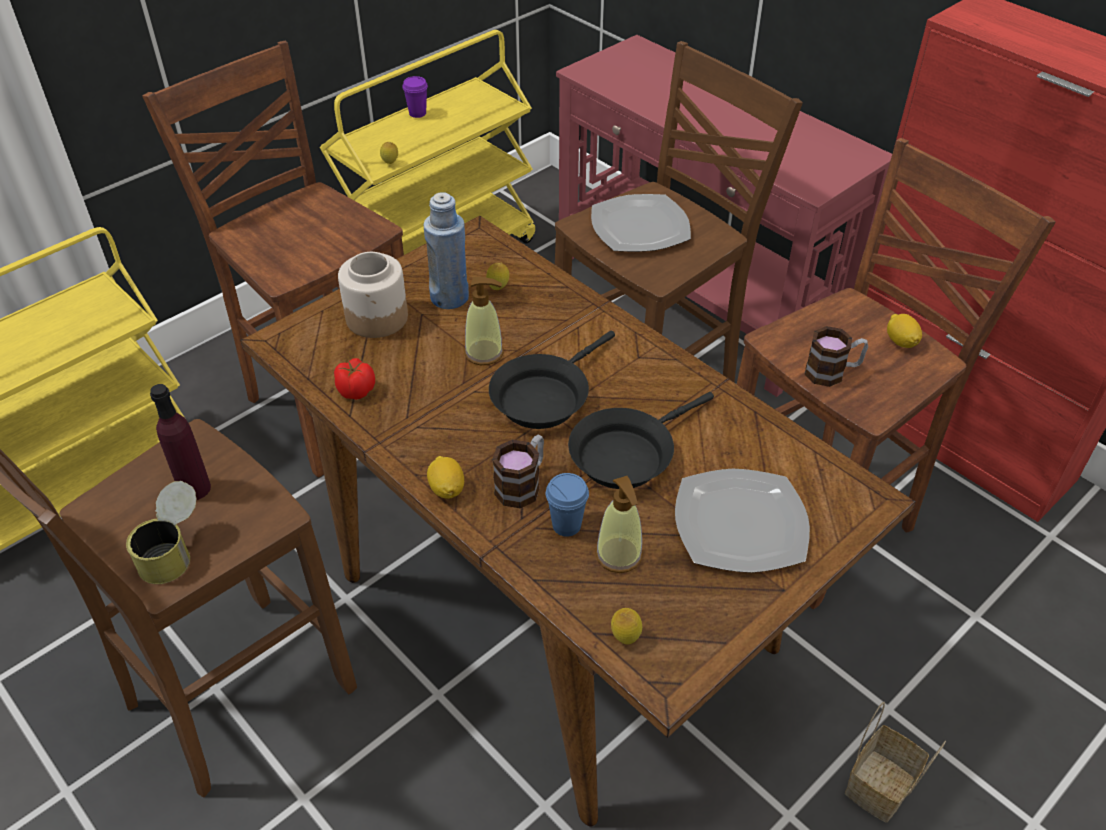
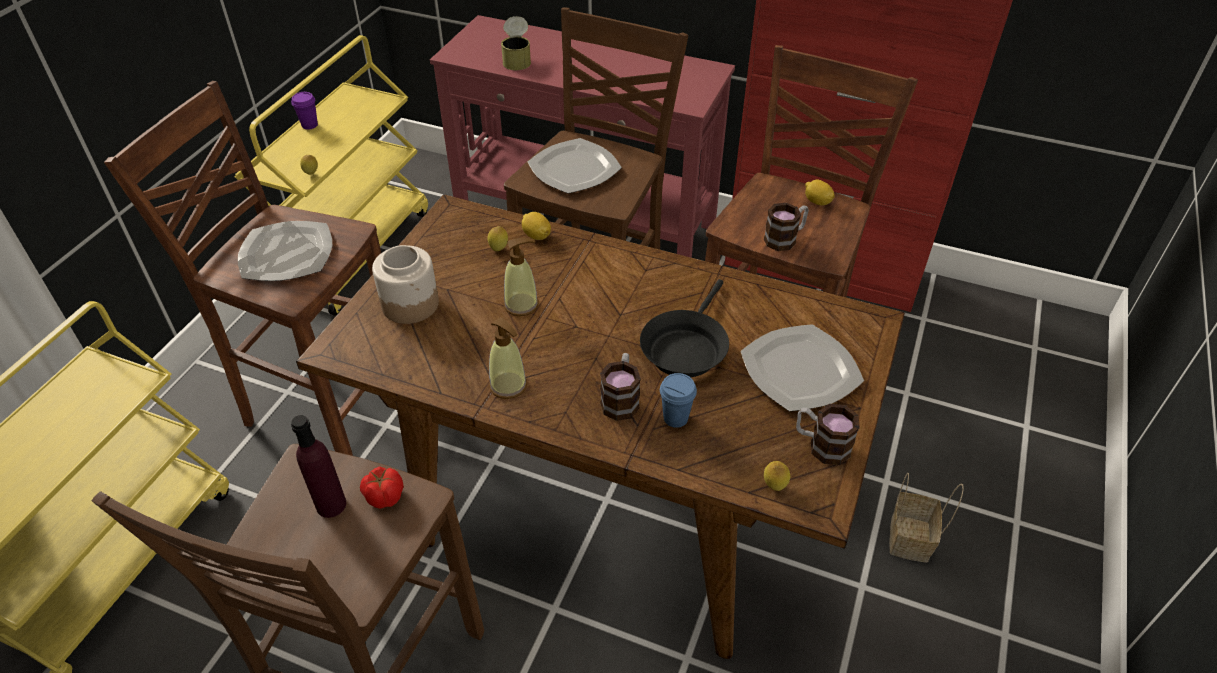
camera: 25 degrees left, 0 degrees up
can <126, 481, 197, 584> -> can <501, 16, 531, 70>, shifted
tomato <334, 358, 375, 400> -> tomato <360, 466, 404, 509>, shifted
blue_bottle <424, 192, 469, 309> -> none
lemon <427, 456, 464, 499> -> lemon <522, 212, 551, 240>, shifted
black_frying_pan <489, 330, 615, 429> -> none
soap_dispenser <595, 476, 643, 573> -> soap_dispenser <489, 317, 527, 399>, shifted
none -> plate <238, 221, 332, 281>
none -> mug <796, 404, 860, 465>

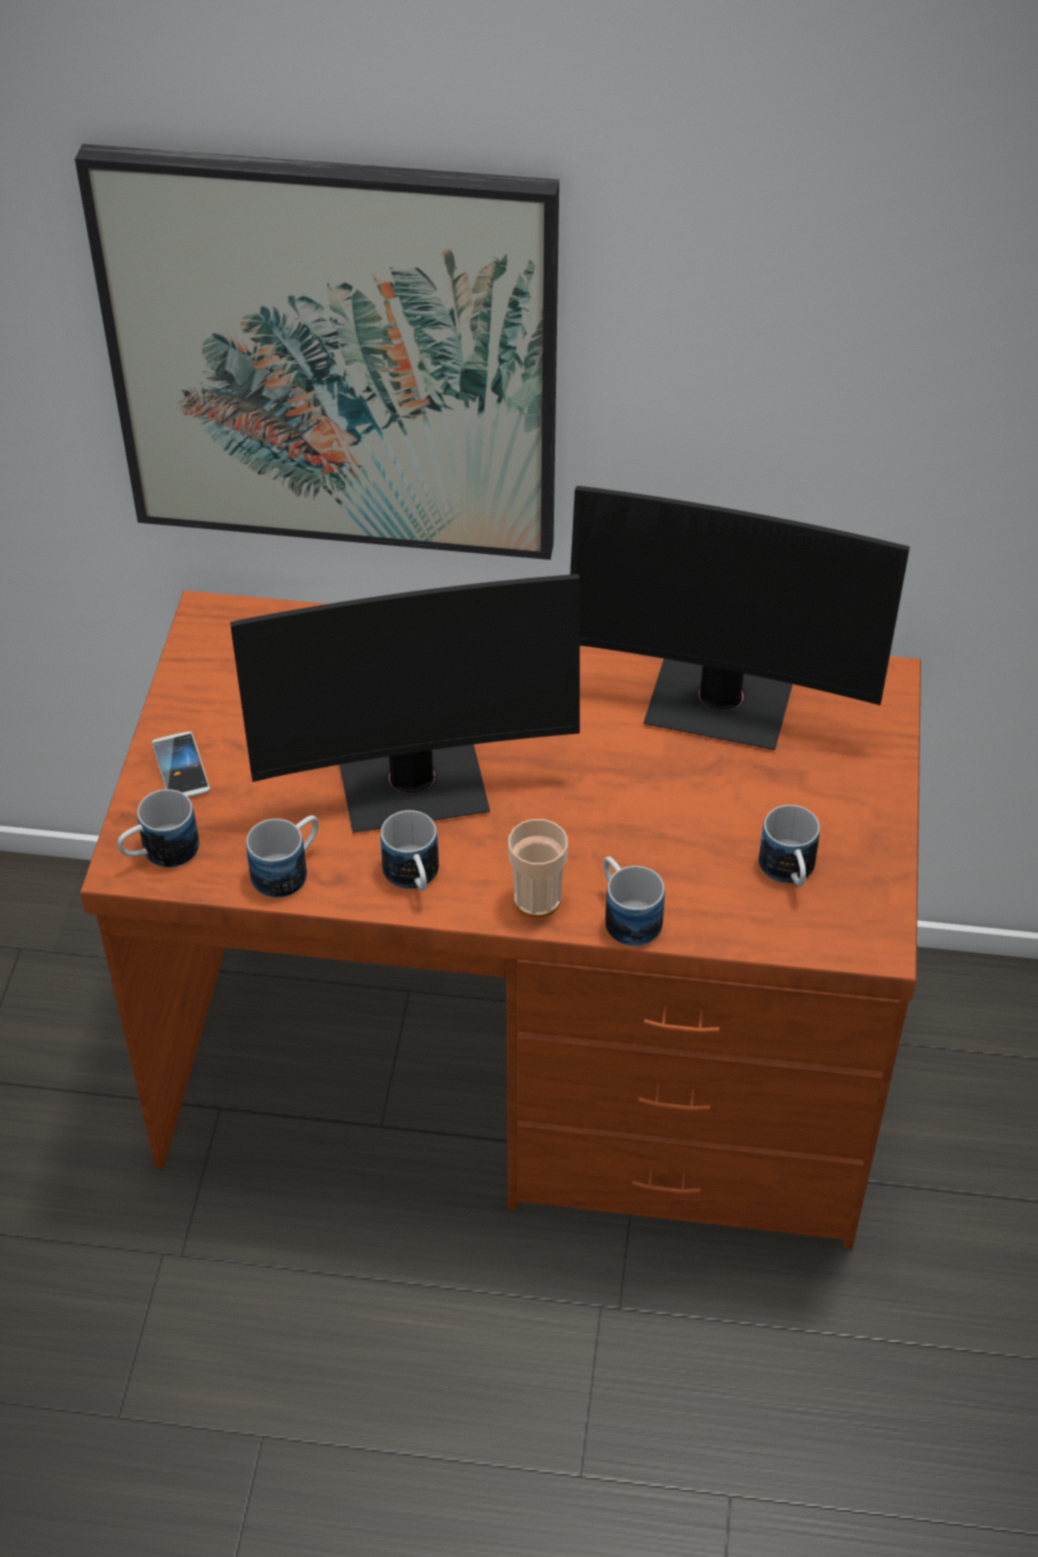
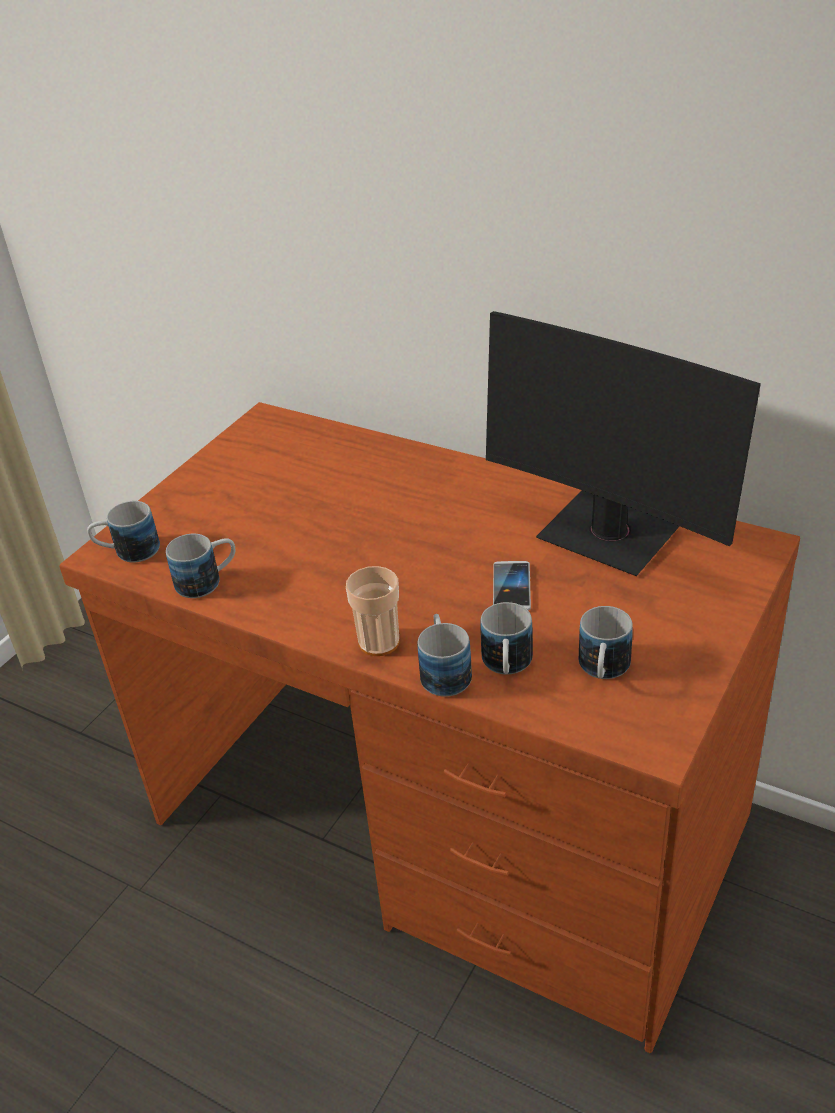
camera: 25 degrees right, 10 degrees down
picture <75, 144, 559, 560> -> none
phone <152, 731, 210, 797> -> phone <493, 561, 531, 610>, shifted
monitor <230, 574, 580, 833> -> none
mug <380, 810, 439, 891> -> mug <480, 602, 533, 675>, shifted

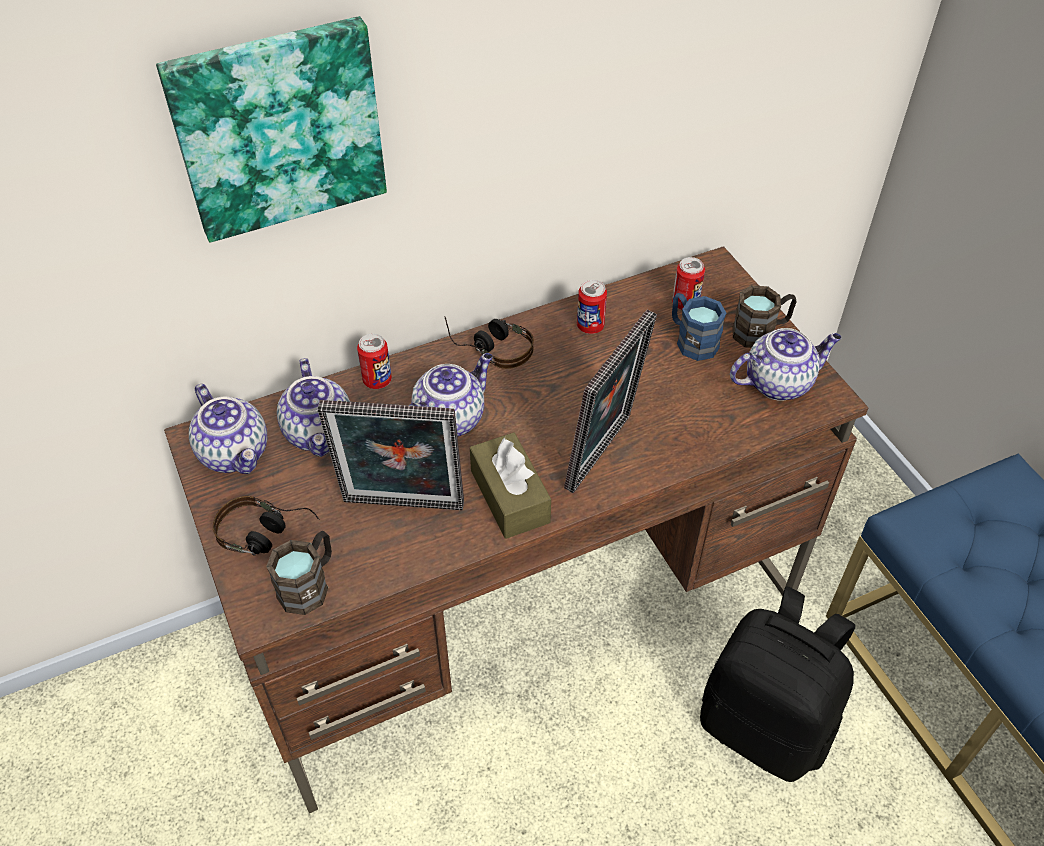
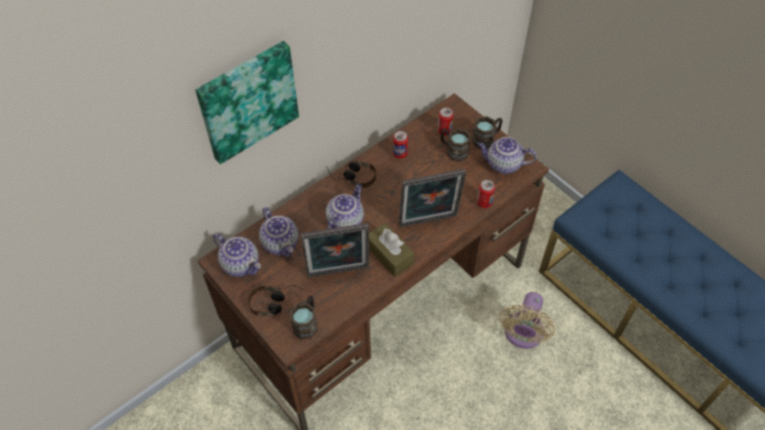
camera: 15 degrees left, 5 degrees up
can <357, 334, 392, 389> -> can <477, 180, 495, 208>, shifted
picture_frame <564, 309, 657, 493> -> picture_frame <399, 169, 466, 227>, 60 degrees clockwise
blue_mug <672, 293, 727, 361> -> brown_mug <441, 128, 471, 162>
black_backpack <700, 586, 856, 782> -> beige_fan <499, 292, 555, 349>
teapot <730, 328, 841, 401> -> teapot <477, 137, 537, 174>, 135 degrees counterclockwise

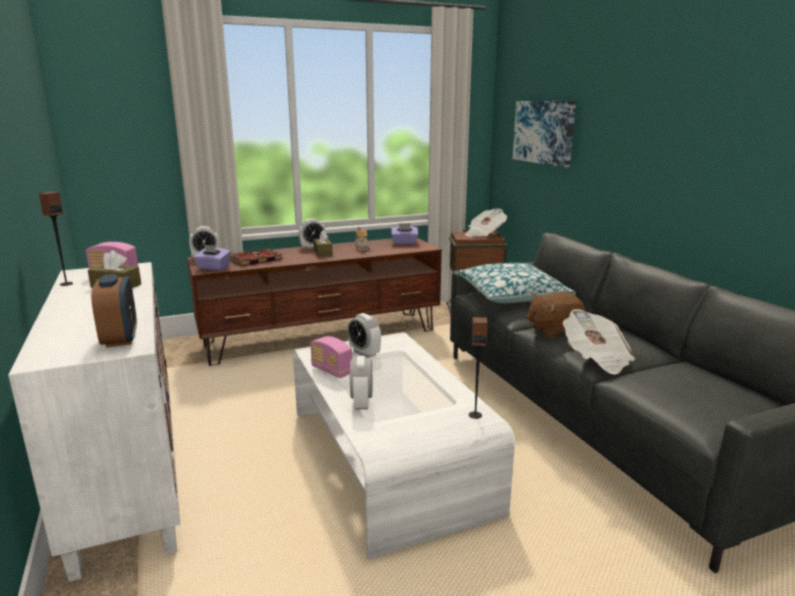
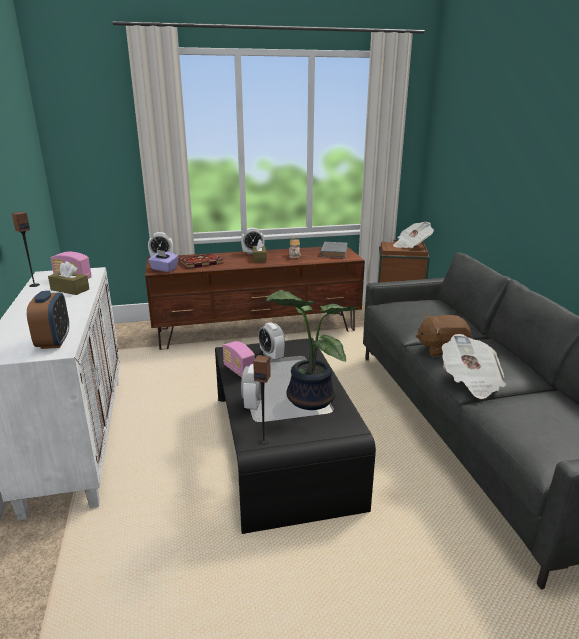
camera: 10 degrees right, 5 degrees up
white_coffee_table <293, 332, 515, 559> -> black_coffee_table <215, 338, 376, 534>
purple_tissue_box <391, 223, 418, 245> -> grey_book <320, 242, 348, 258>
pillow <457, 263, 576, 303> -> none
speaker <469, 317, 488, 419> -> speaker <253, 355, 271, 444>, shifted
picture <513, 101, 576, 167> -> none
none -> potted_plant <266, 290, 359, 410>

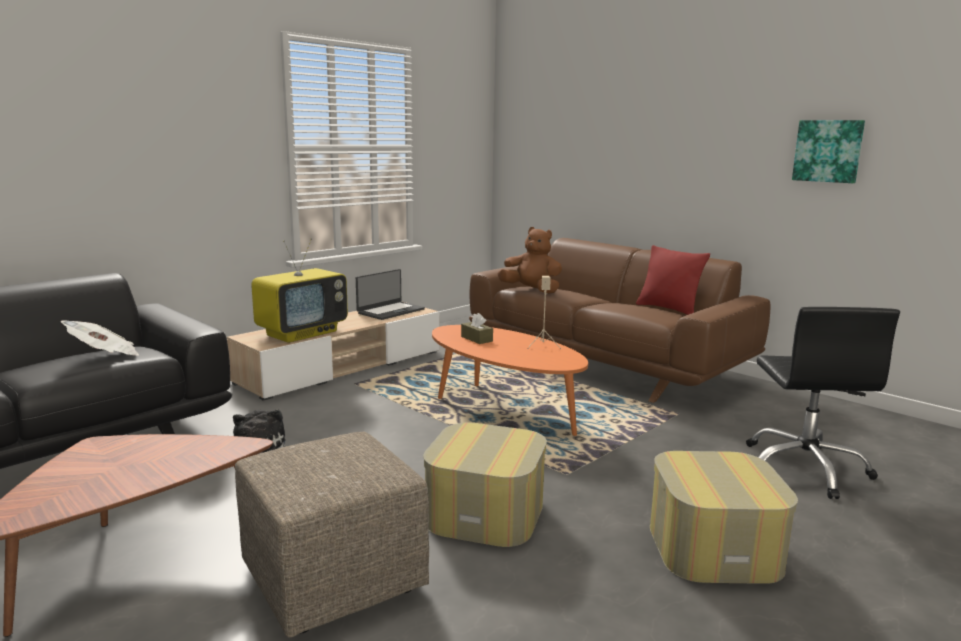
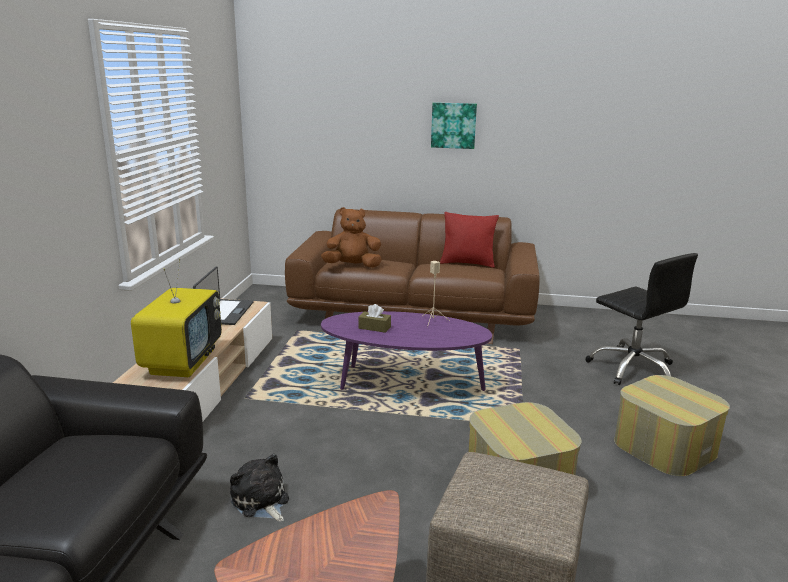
camera: 35 degrees left, 5 degrees up
newspaper <61, 320, 139, 356> -> none
orange_coffee_table <432, 325, 588, 436> -> purple_coffee_table <321, 311, 492, 391>
picture <792, 120, 865, 183> -> picture <431, 102, 477, 149>, shifted

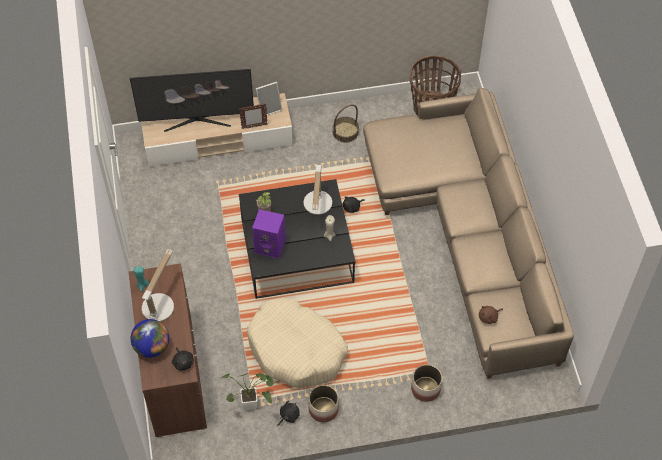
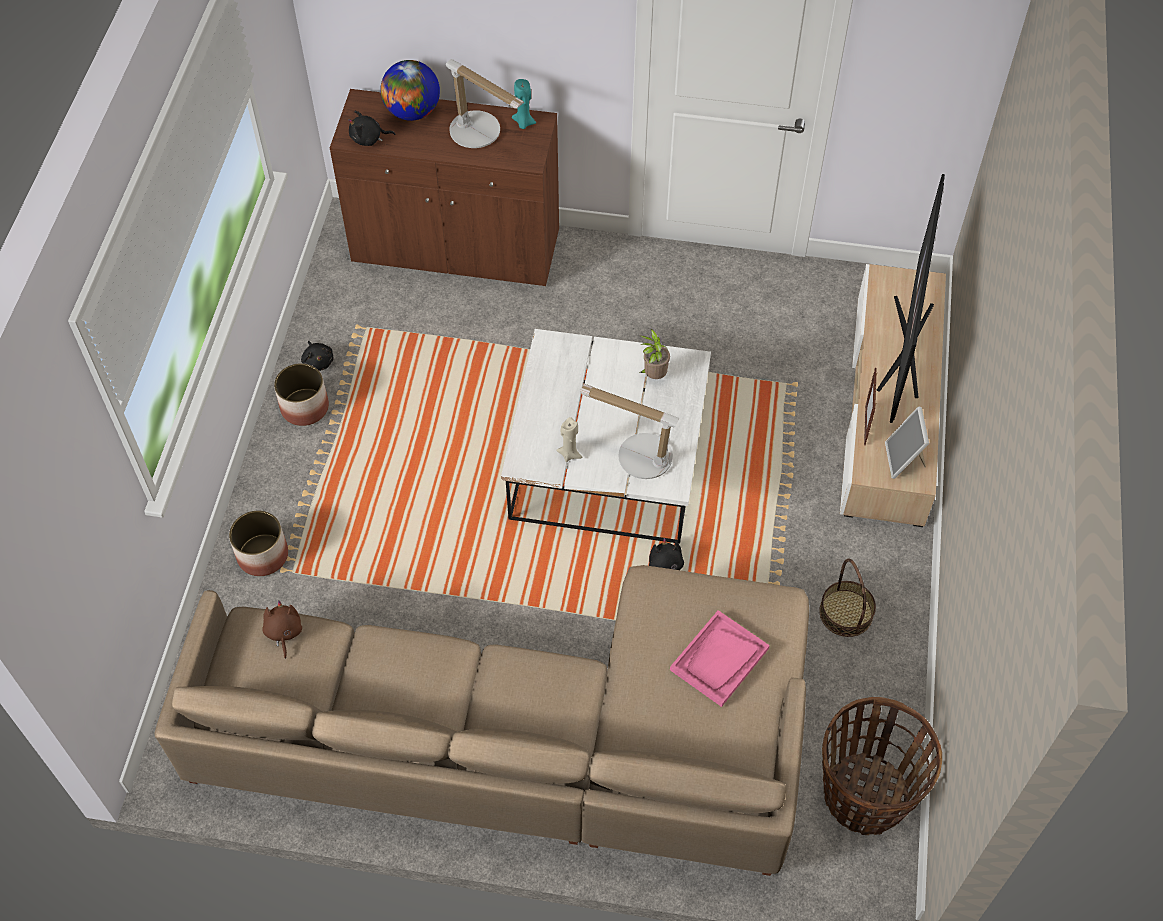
camera: 110 degrees right, 0 degrees up
potted_plant <222, 373, 274, 410> -> none
black_coffee_table <239, 179, 355, 299> -> white_coffee_table <501, 329, 711, 544>
beige_dog_bed <247, 298, 348, 388> -> none
purple_speaker <252, 209, 286, 259> -> none
none -> pink_tray <670, 610, 770, 707>

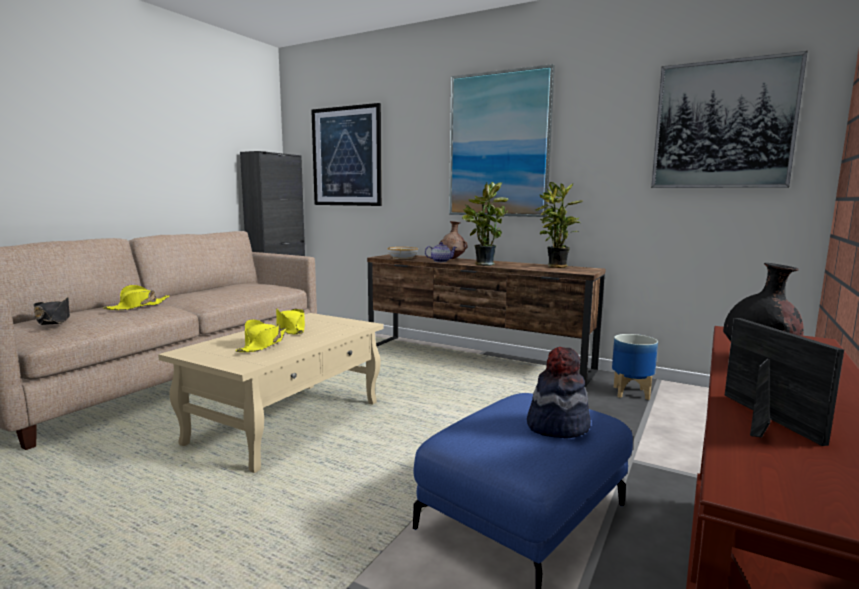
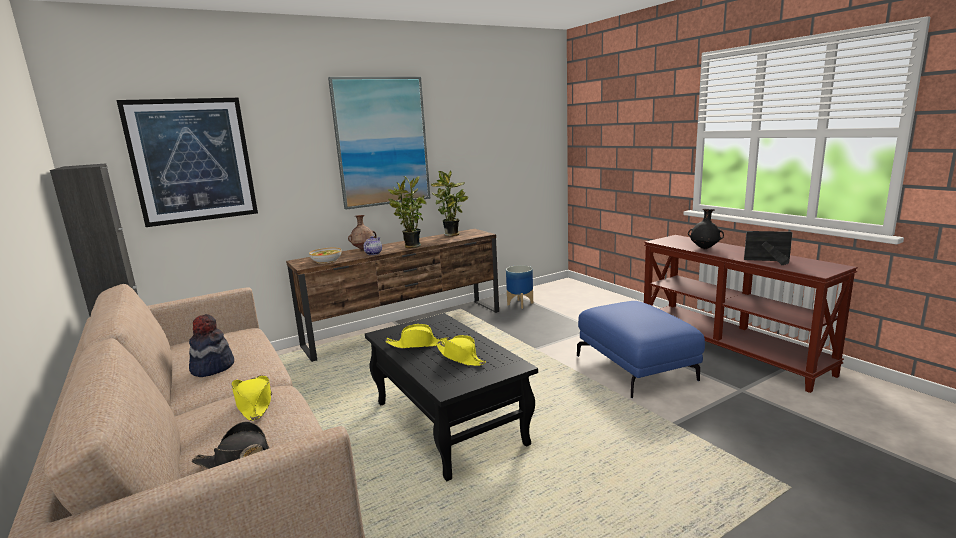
camera: 60 degrees left, 5 degrees up
beige_coffee_table <158, 313, 384, 473> -> black_coffee_table <365, 313, 538, 481>
hat <527, 347, 591, 439> -> hat <189, 314, 234, 377>, shifted
picture <651, 51, 808, 188> -> none

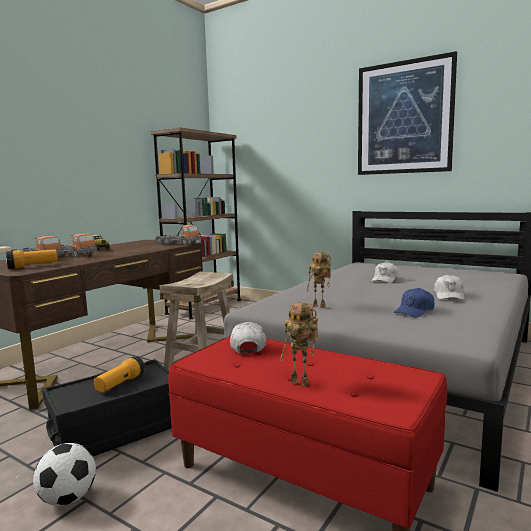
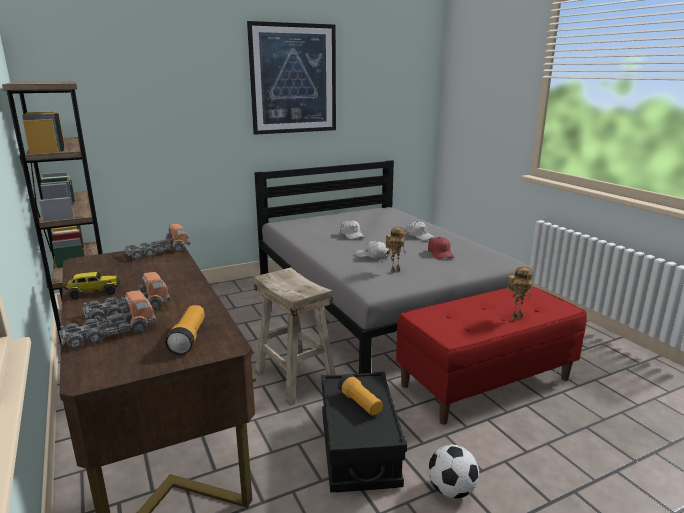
camera: 60 degrees left, 10 degrees up
white_cap <230, 322, 266, 353> -> white_cap <356, 241, 389, 259>, shifted
blue_cap <394, 288, 435, 318> -> red_cap <428, 237, 454, 259>

